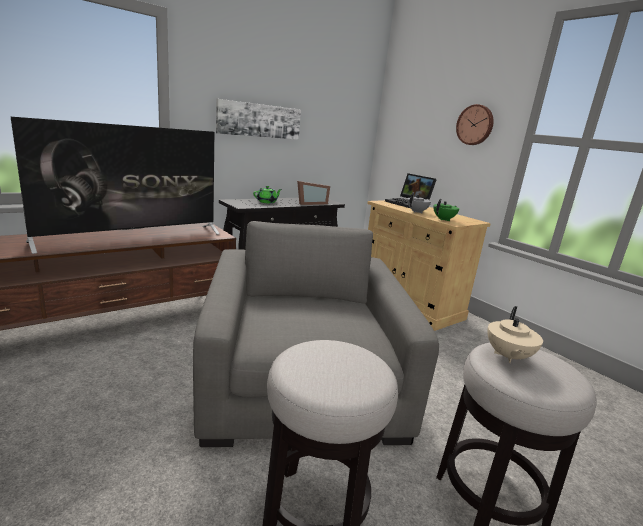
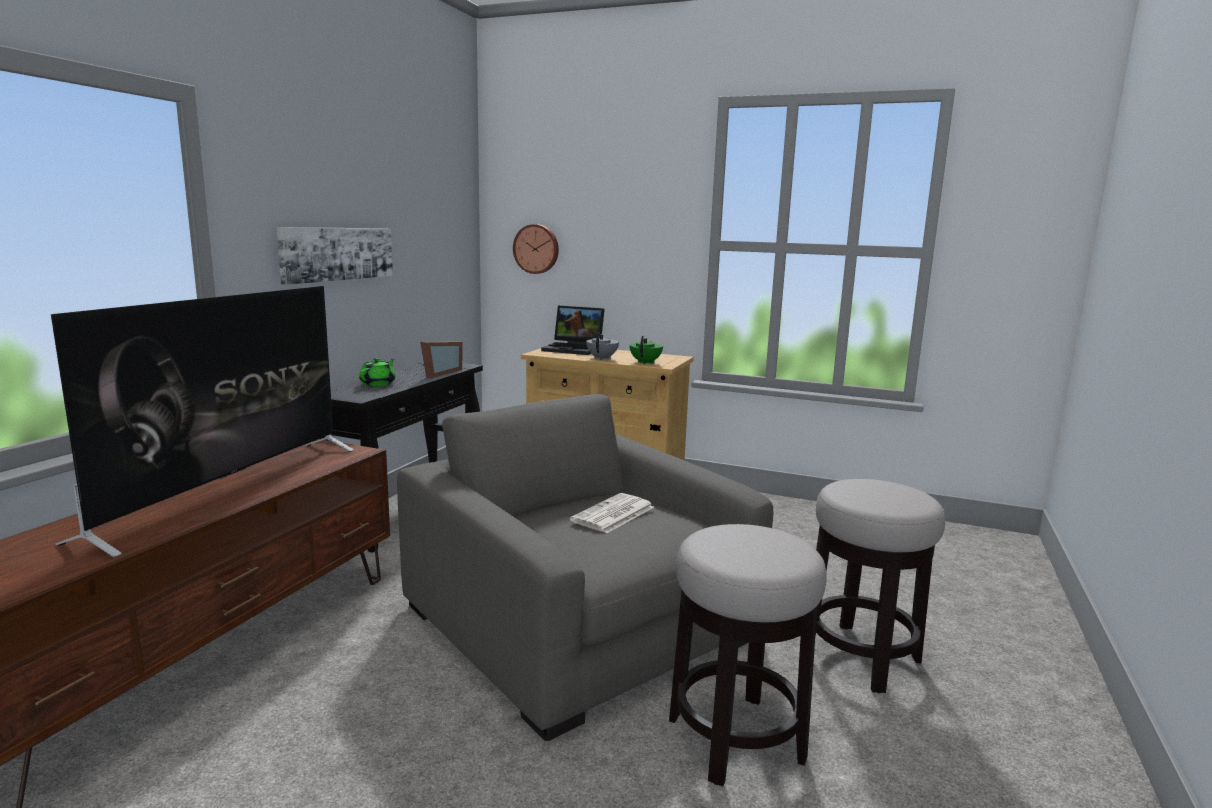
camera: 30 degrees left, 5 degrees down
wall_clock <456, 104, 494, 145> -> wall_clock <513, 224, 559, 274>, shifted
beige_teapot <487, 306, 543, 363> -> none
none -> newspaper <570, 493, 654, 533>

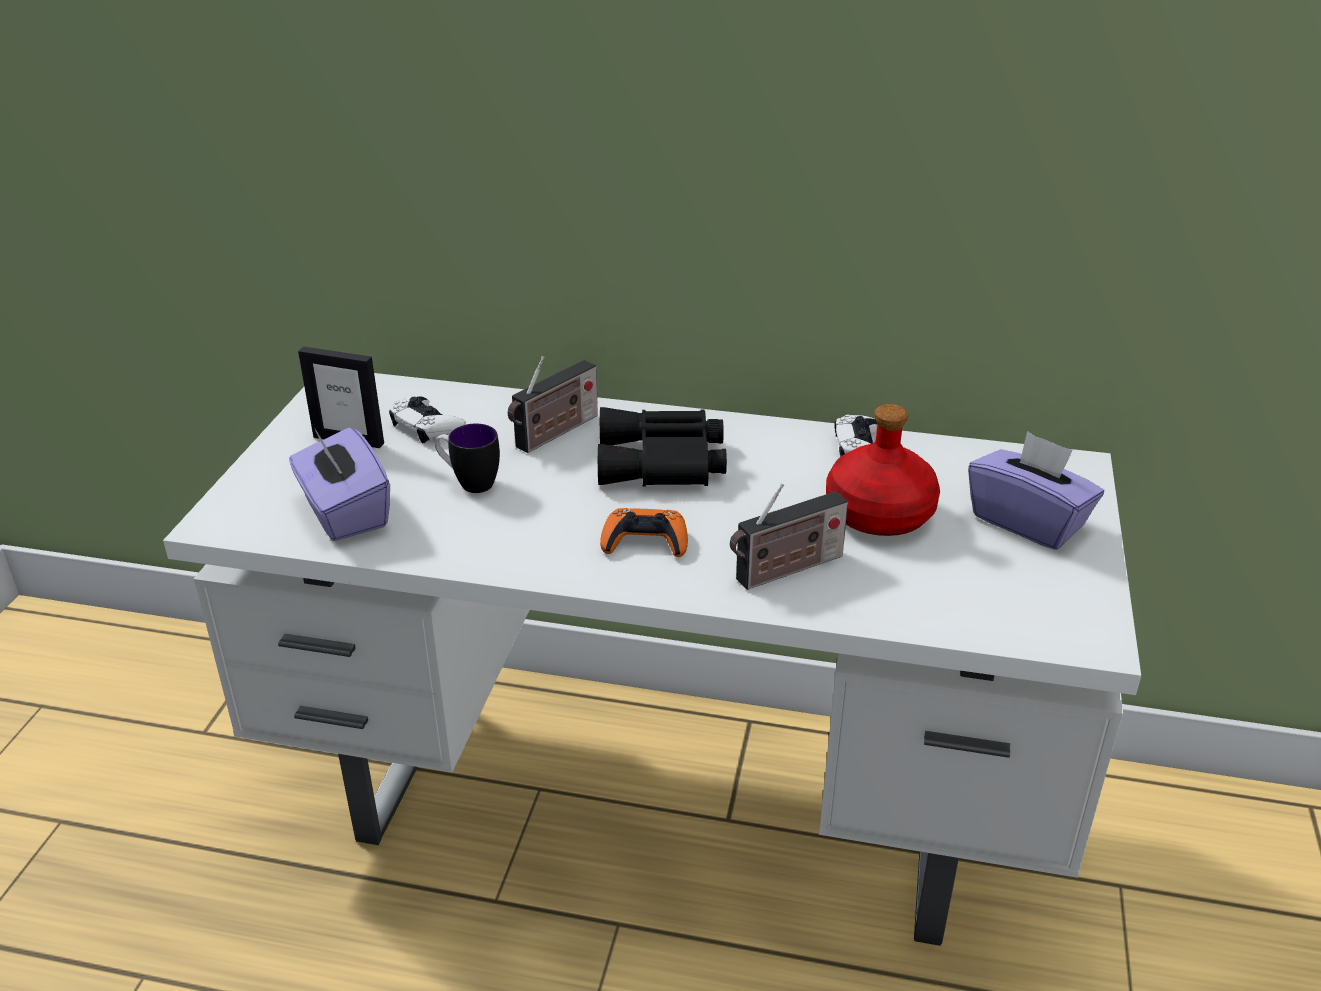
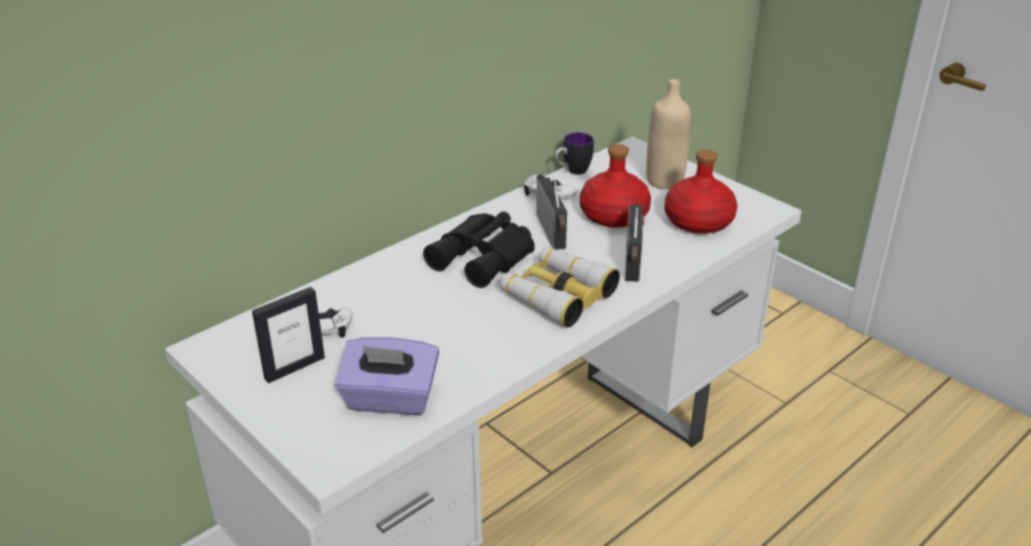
camera: 55 degrees left, 0 degrees up
mug <435, 424, 500, 493> -> mug <555, 132, 594, 175>, shifted
radio <508, 356, 598, 453> -> radio <536, 177, 567, 250>, shifted
orange_game_controller <600, 508, 688, 557> -> binoculars <500, 246, 620, 328>
purple_tissue_box <968, 431, 1104, 550> -> beige_bottle <646, 79, 691, 189>
none -> red_bottle <665, 149, 737, 234>

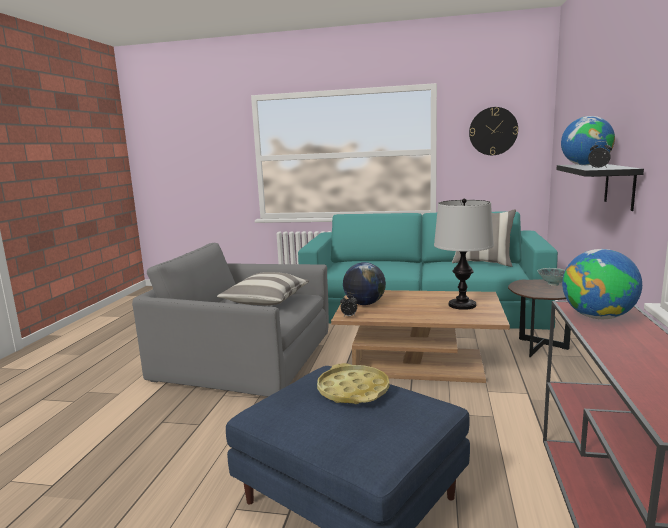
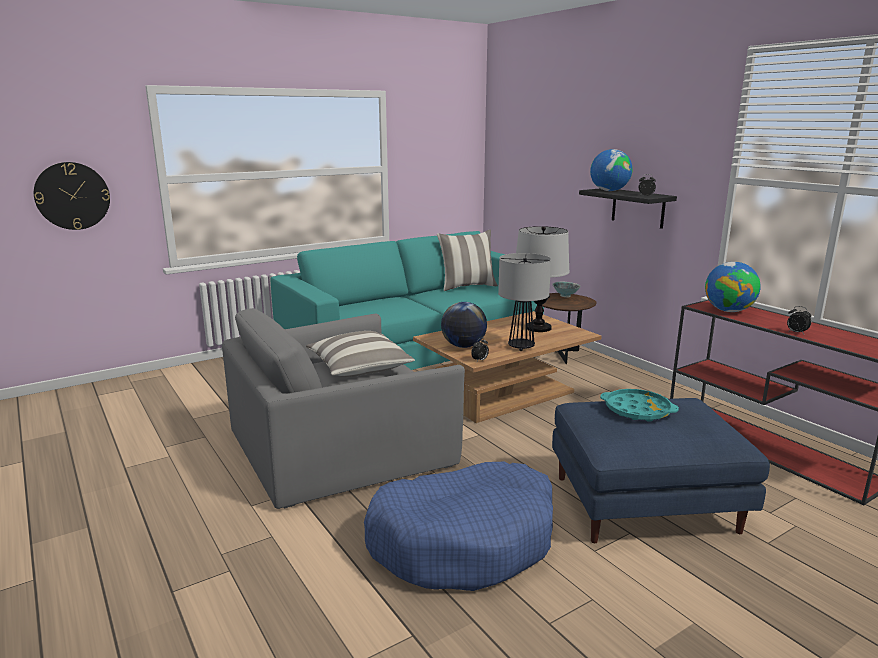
camera: 45 degrees left, 5 degrees up
yellow_tray <317, 363, 389, 404> -> turquoise_tray <600, 389, 679, 422>
wall_clock <469, 107, 518, 155> -> wall_clock <34, 162, 110, 230>, shifted
none -> blue_dog_bed <364, 462, 553, 591>
none -> table_lamp <498, 253, 551, 351>
none -> alarm_clock <787, 306, 811, 334>

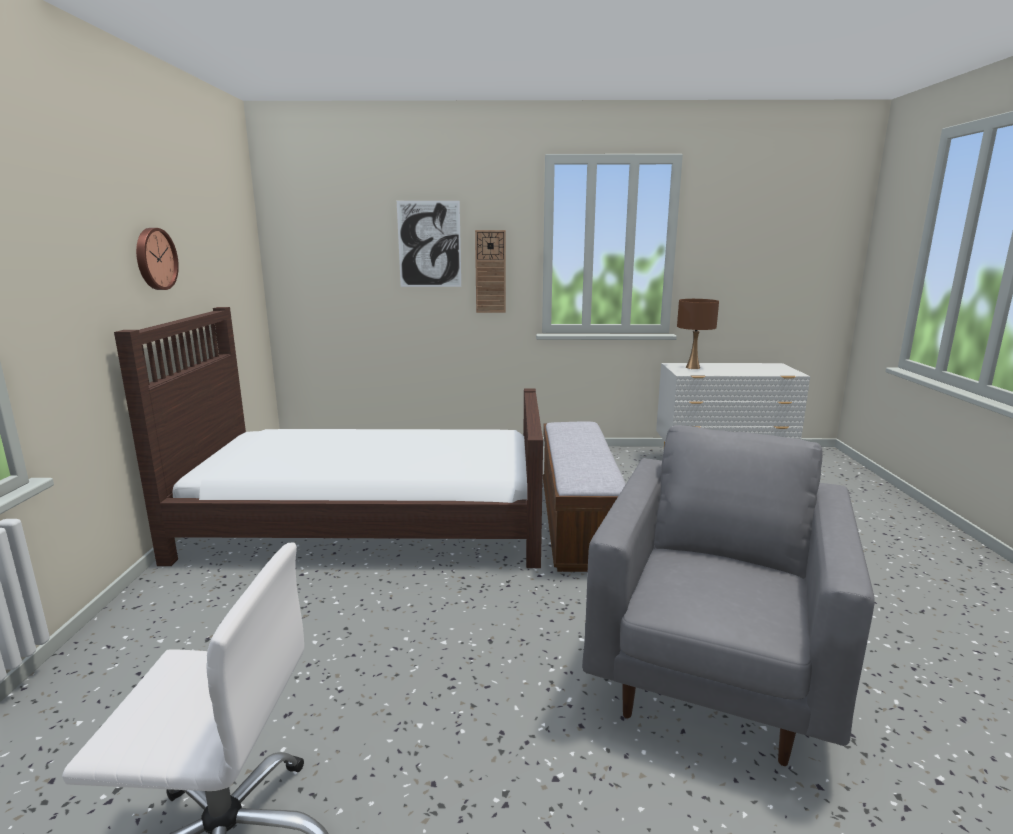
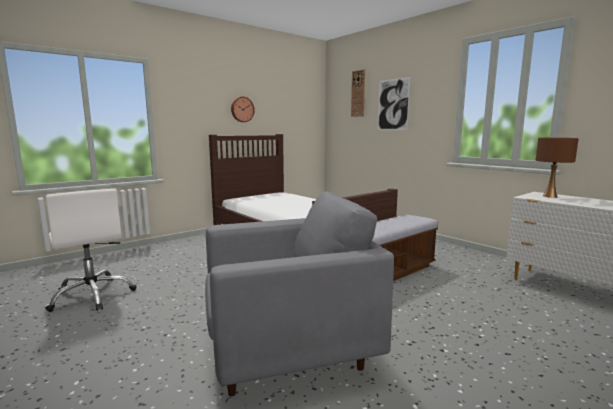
camera: 50 degrees right, 5 degrees down
wall_clock <475, 230, 506, 313> -> wall_clock <351, 69, 365, 117>, shifted

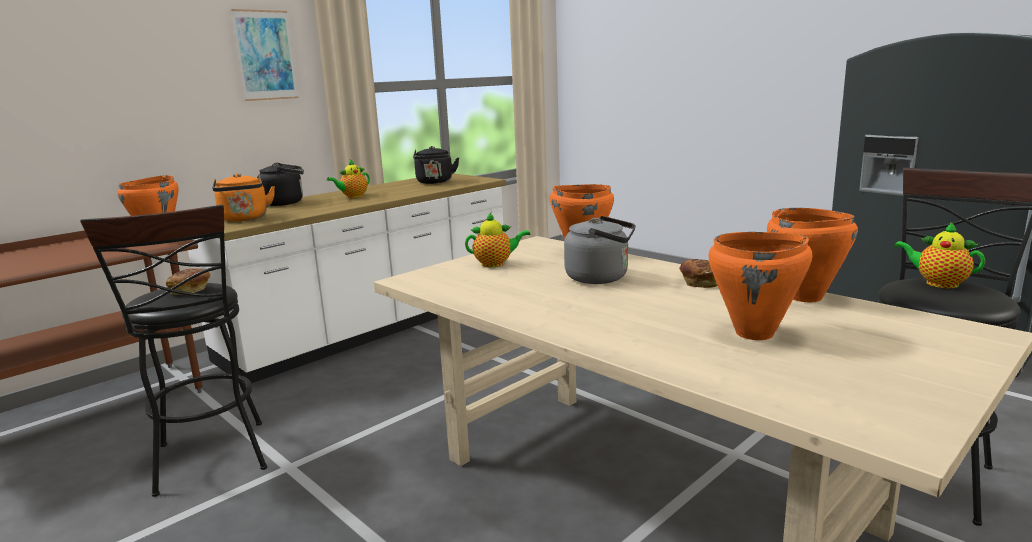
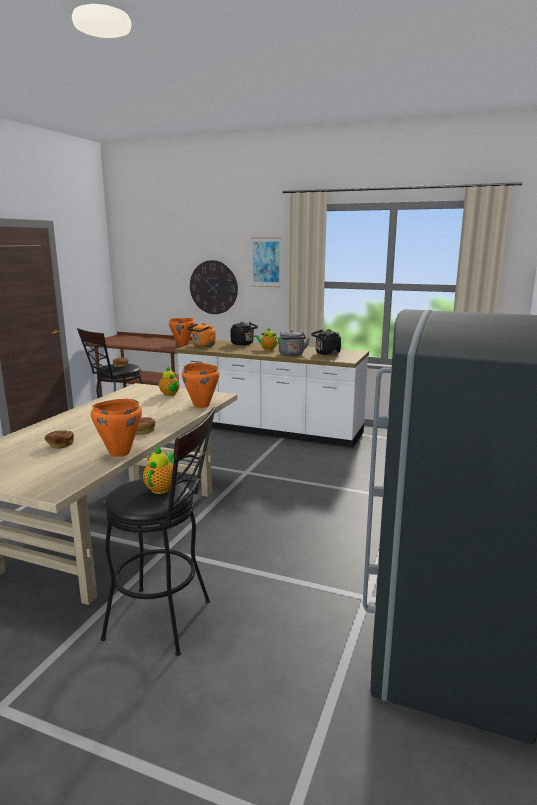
camera: 65 degrees right, 0 degrees up
grey_kettle <564, 216, 636, 284> -> grey_kettle <279, 330, 310, 356>, shifted
orange_cooking_pot <708, 232, 812, 340> -> bread <45, 430, 74, 449>
none -> wall_clock <190, 260, 238, 314>

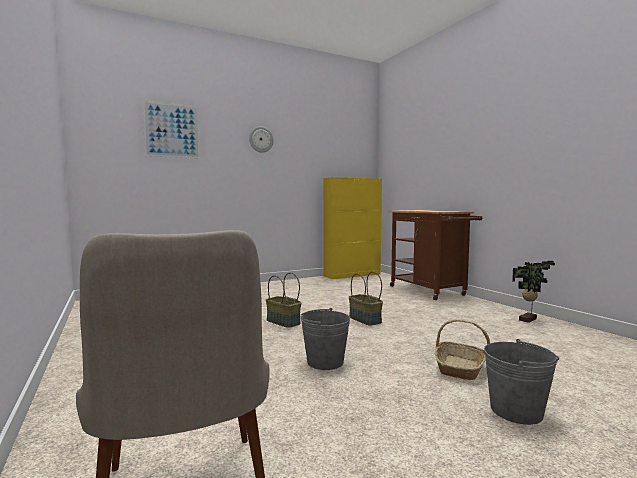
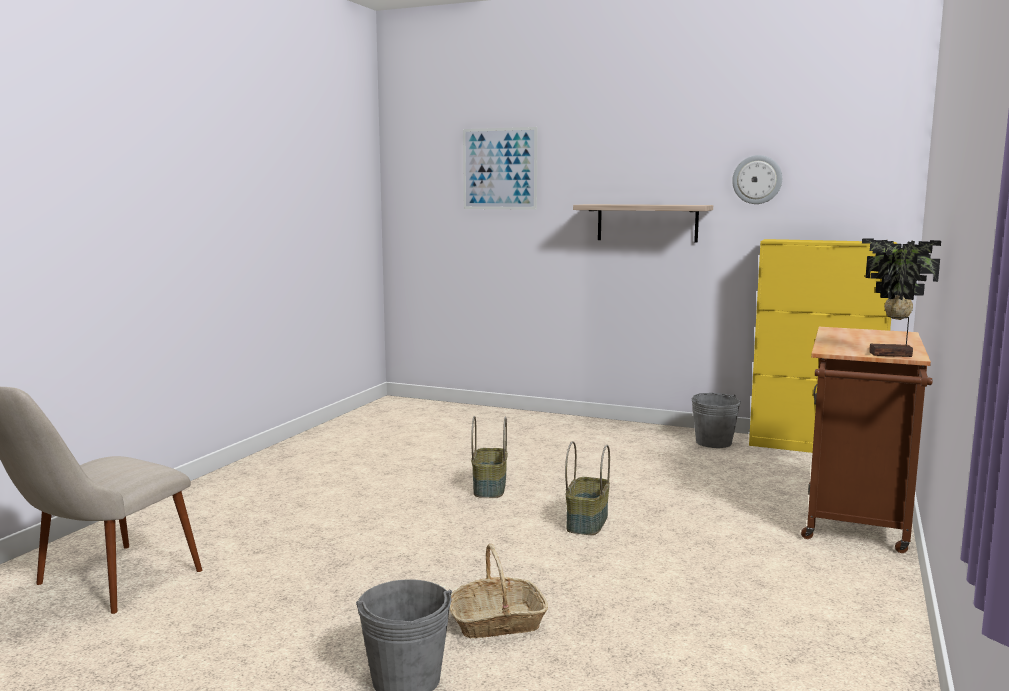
camera: 50 degrees right, 5 degrees up
wall_clock <249, 126, 274, 153> -> wall_clock <732, 155, 782, 204>, shifted
grey_bucket <301, 308, 350, 370> -> grey_bucket <691, 393, 741, 448>, shifted
potted_plant <512, 261, 555, 323> -> potted_plant <862, 238, 941, 357>, shifted
none -> shelf <573, 204, 713, 242>

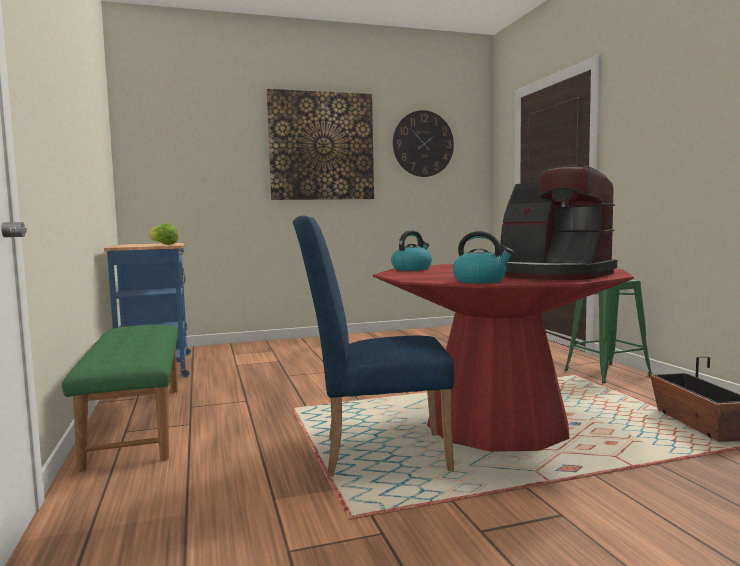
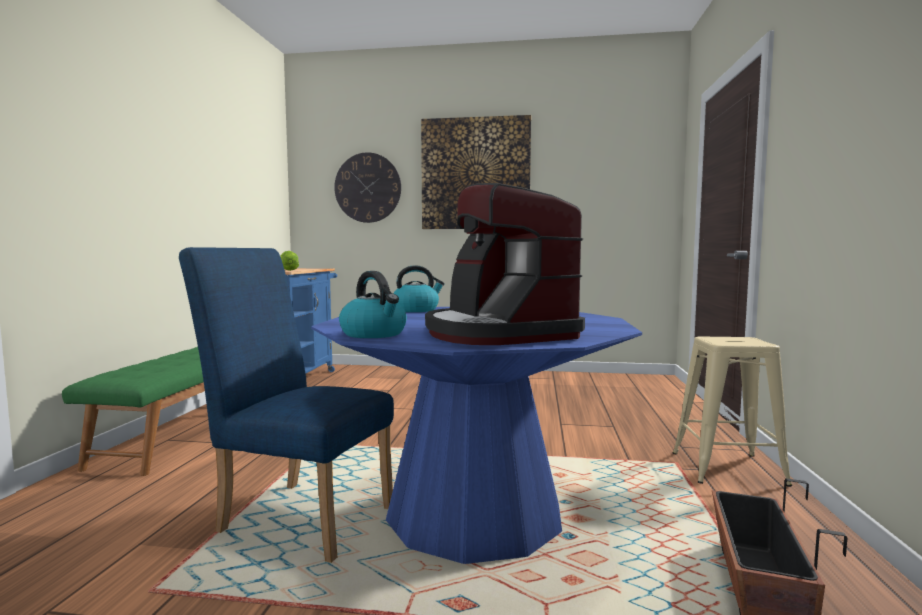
camera: 25 degrees right, 0 degrees up
red_dining_table <373, 264, 634, 452> -> blue_dining_table <311, 307, 642, 564>
wall_clock <393, 110, 454, 177> -> wall_clock <334, 152, 401, 223>, shifted
green_stool <564, 279, 652, 383> -> beige_stool <673, 336, 792, 487>

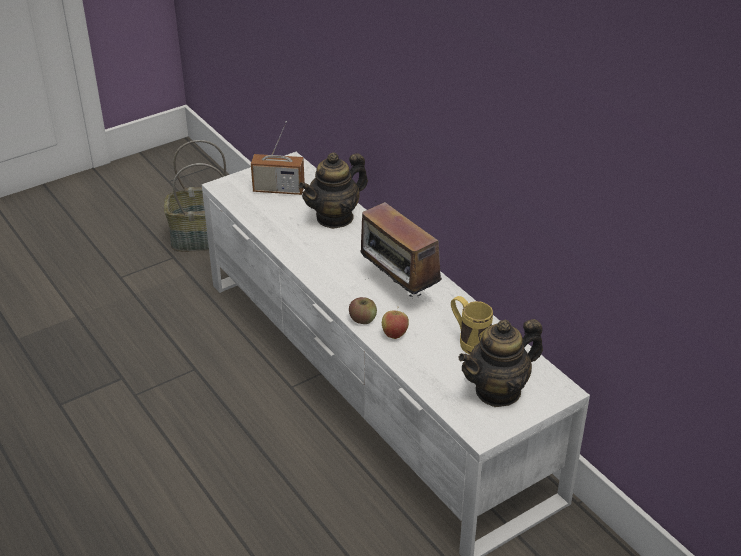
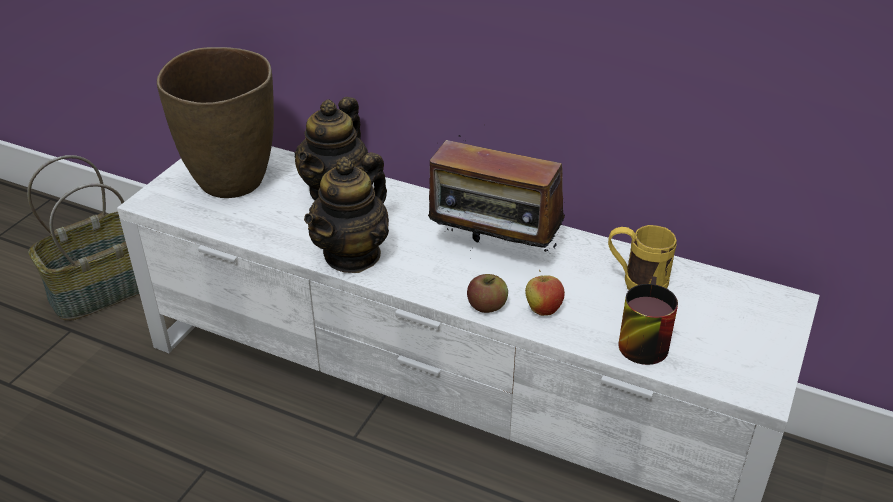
camera: 30 degrees left, 0 degrees up
radio <251, 121, 305, 195> -> brown_vase <157, 47, 274, 198>
teapot <458, 319, 543, 407> -> teapot <304, 152, 389, 273>, shifted
none -> mug <618, 276, 678, 365>

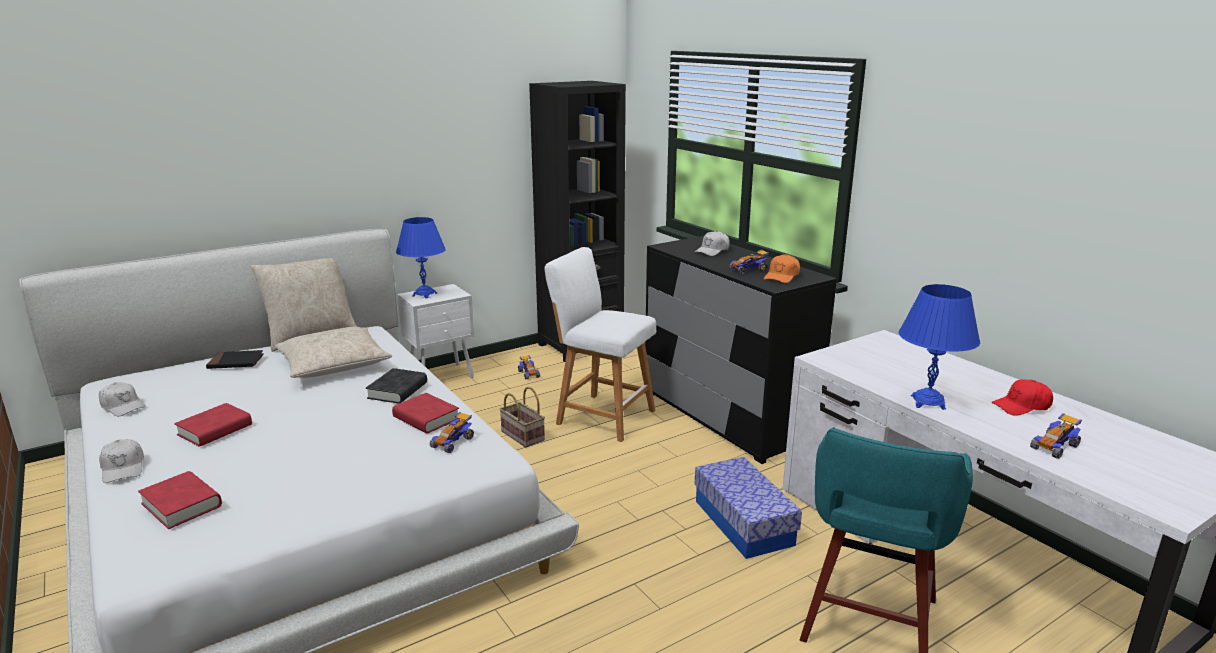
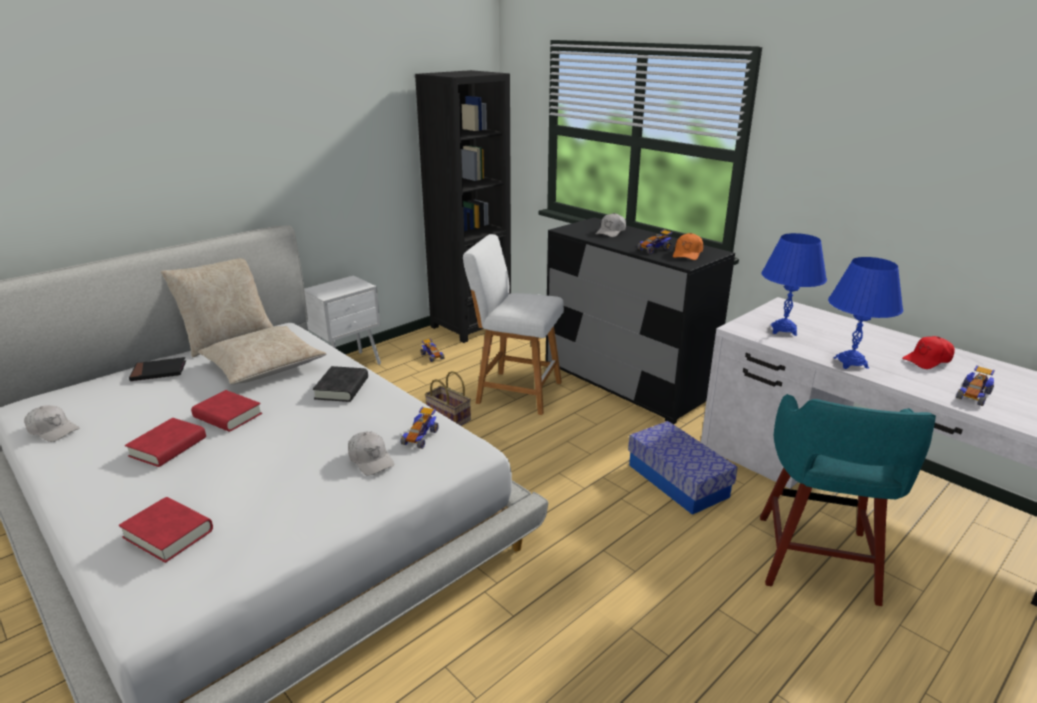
camera: 10 degrees left, 5 degrees up
white_cap <99, 439, 144, 483> -> white_cap <348, 431, 394, 476>, shifted
red_book <392, 393, 459, 433> -> red_book <191, 390, 262, 432>, shifted
blue_table_lamp <396, 217, 446, 298> -> blue_table_lamp <761, 233, 827, 336>, shifted

